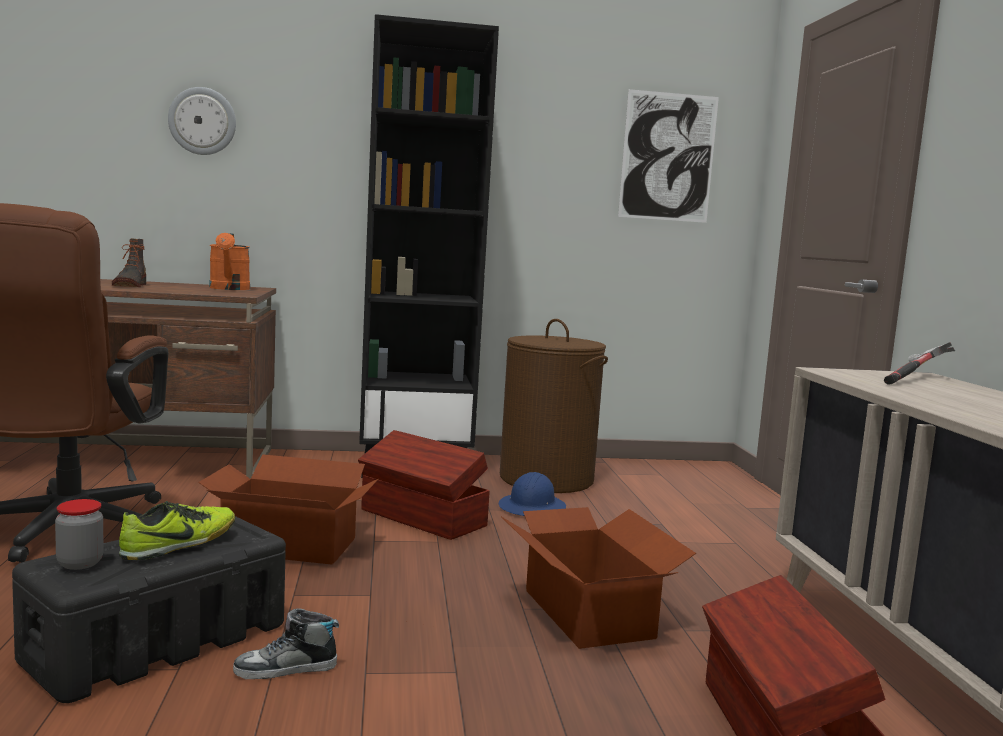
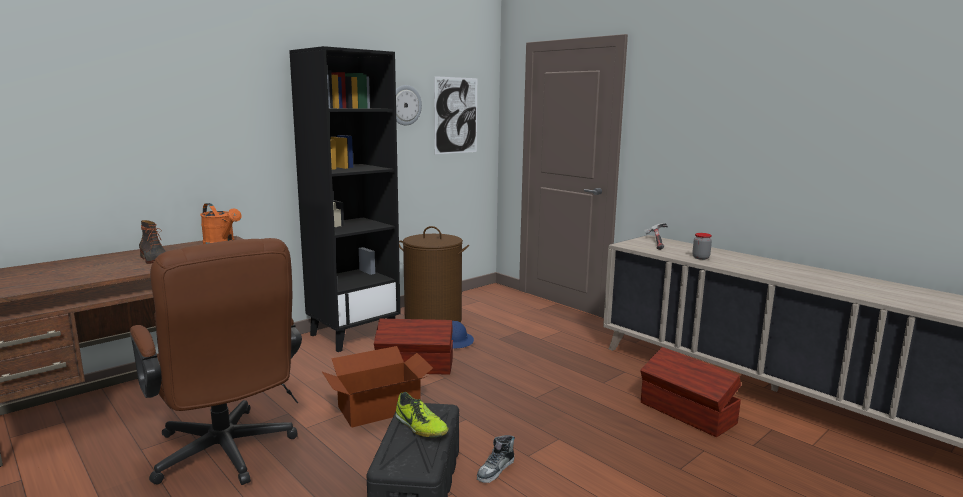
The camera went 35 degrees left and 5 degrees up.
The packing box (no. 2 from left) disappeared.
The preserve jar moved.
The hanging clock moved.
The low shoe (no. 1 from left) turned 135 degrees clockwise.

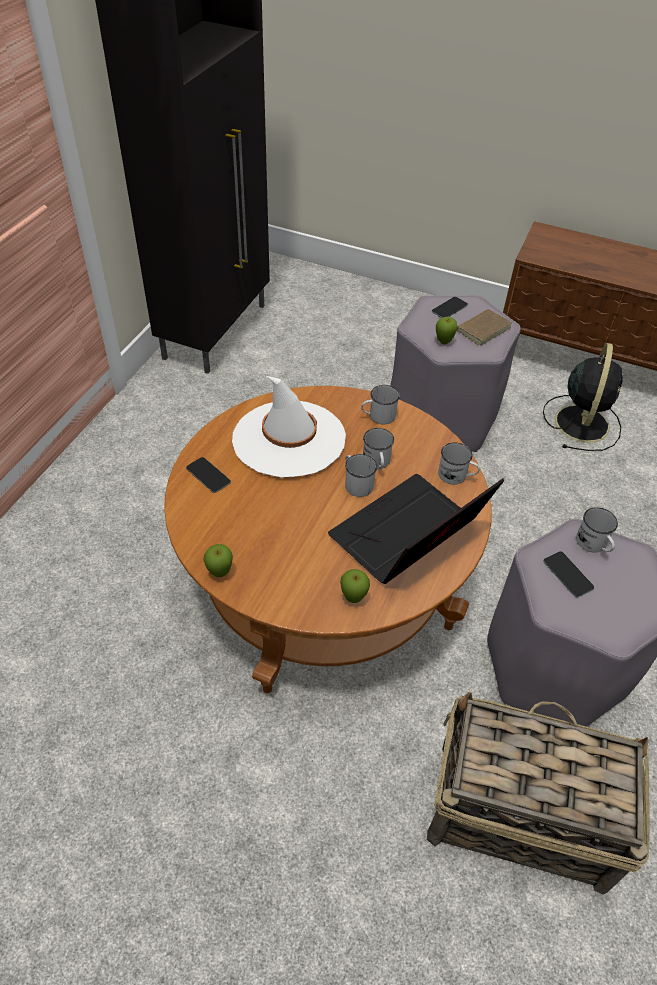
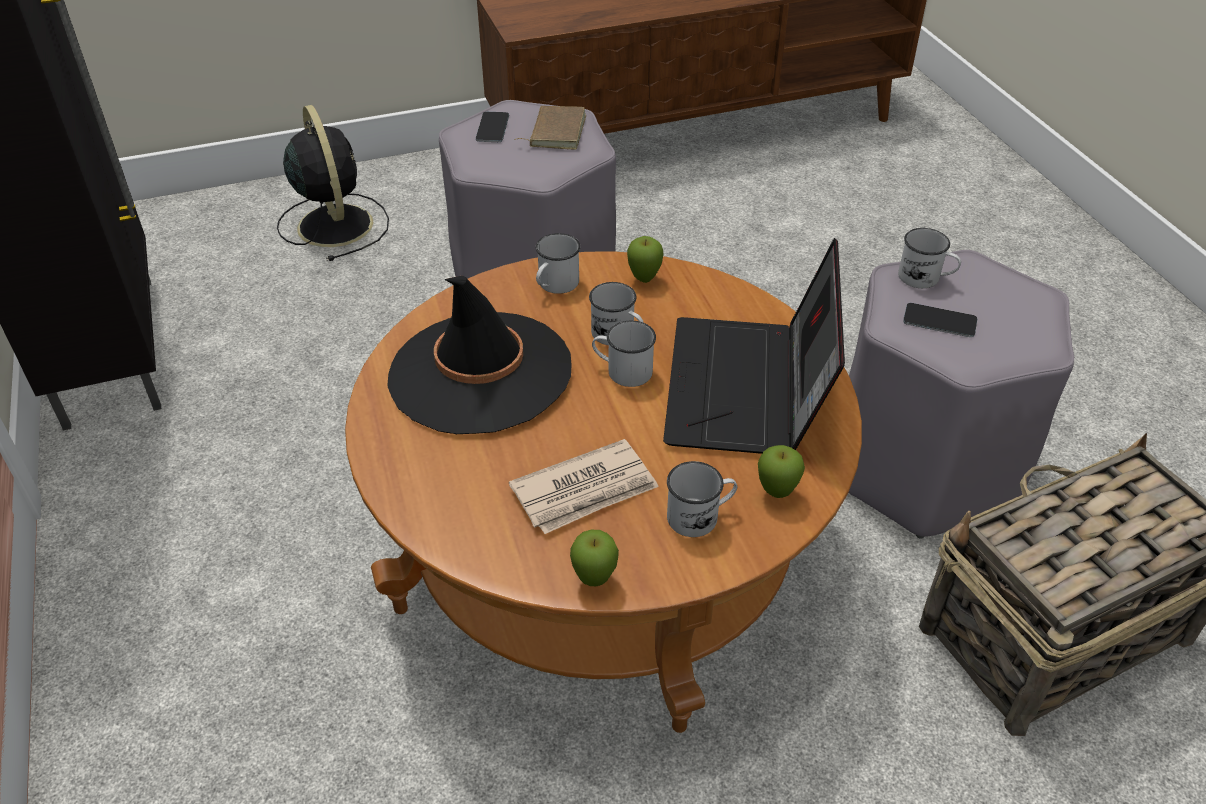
The camera went 40 degrees left and 5 degrees down.
The handset (no. 1 from left) disappeared.
The newspaper appeared.
The whole apple (no. 3 from left in the first image) moved.
The white-coloured coffee mug (no. 4 from left) moved.
The black cooling fan moved.
The white-coloured clothing hat became the black clothing hat.

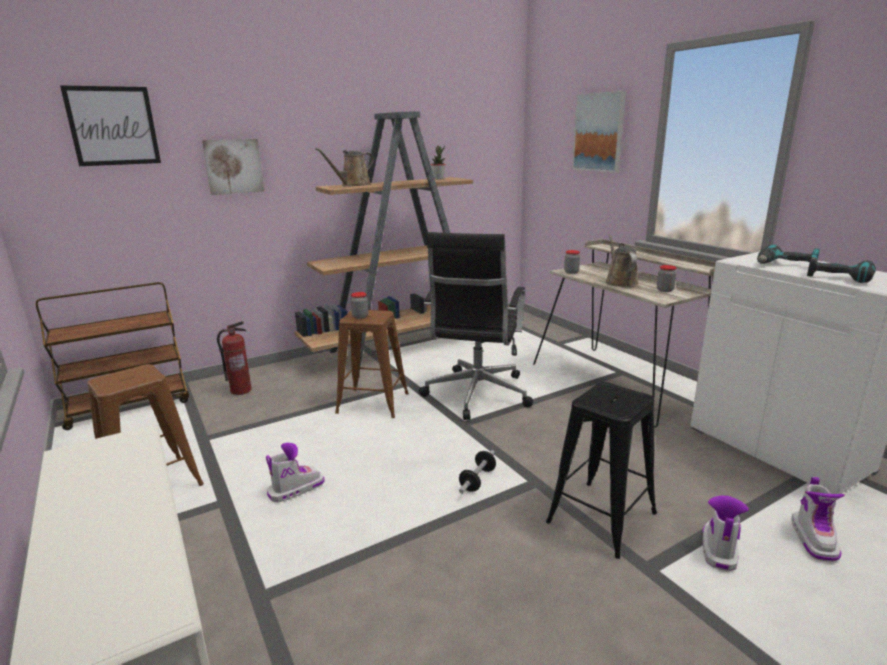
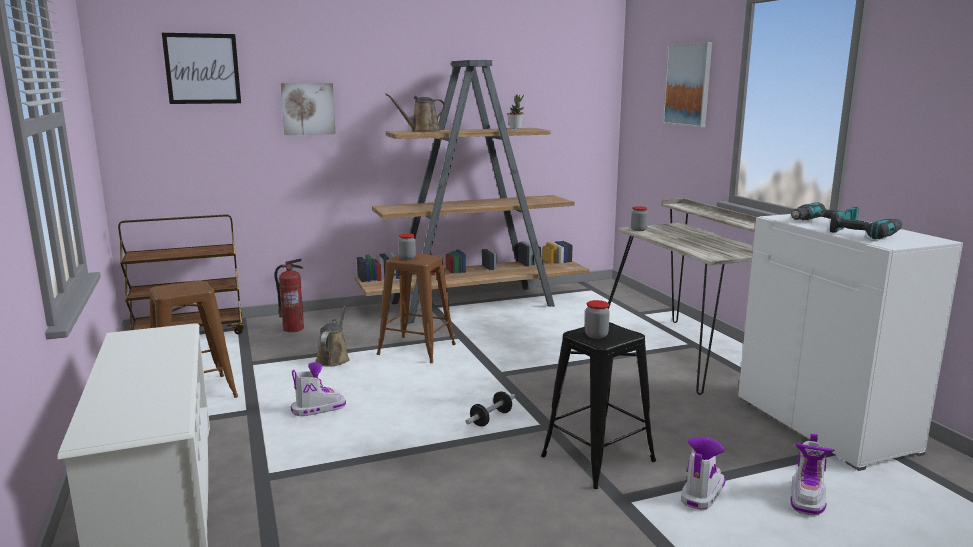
The camera went 10 degrees right and 5 degrees down.
The black computer chair disappeared.
The brown-coloured sprinkling can (no. 2 from left in the first image) moved.
The preserve jar (no. 3 from left in the first image) moved.

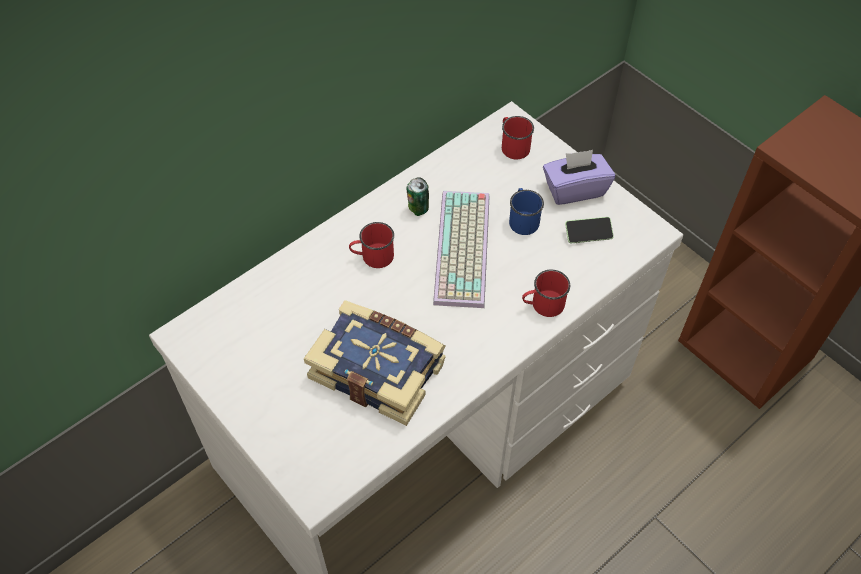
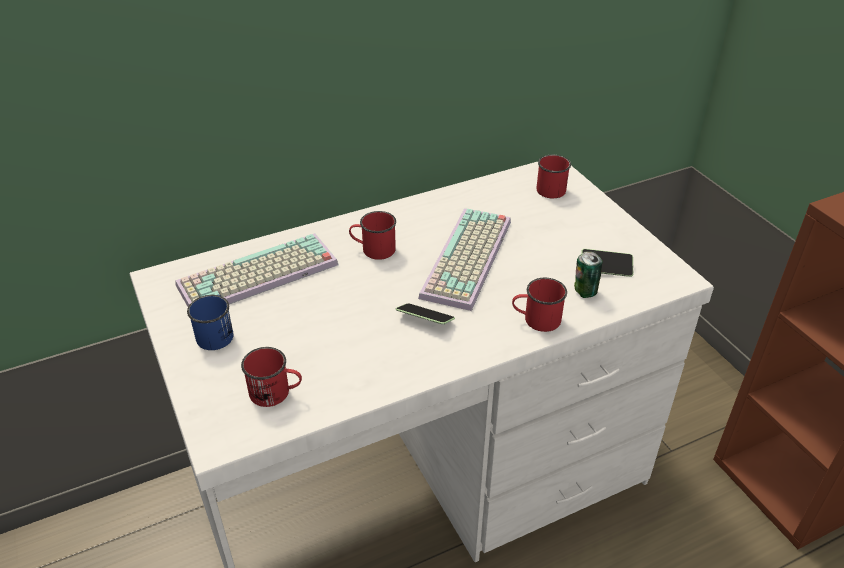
The camera went 15 degrees right and 15 degrees down.
The bound book disappeared.
The purple-coloured tissue holder disappeared.
The PC keyboard (no. 1 from left) appeared.
The red coffee mug (no. 1 from left) appeared.
The handset (no. 1 from left) appeared.
The metal can moved.
The blue coffee mug moved.

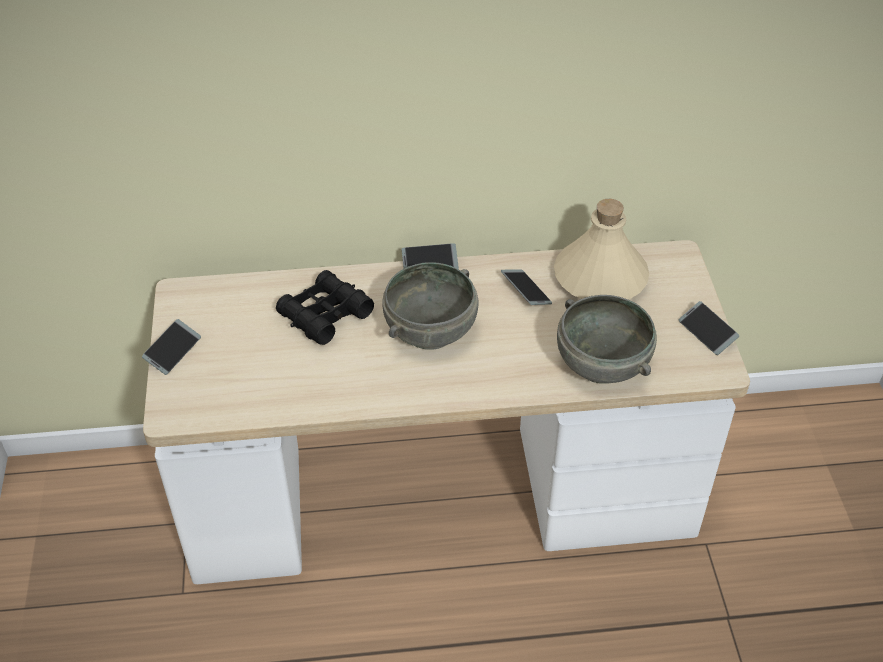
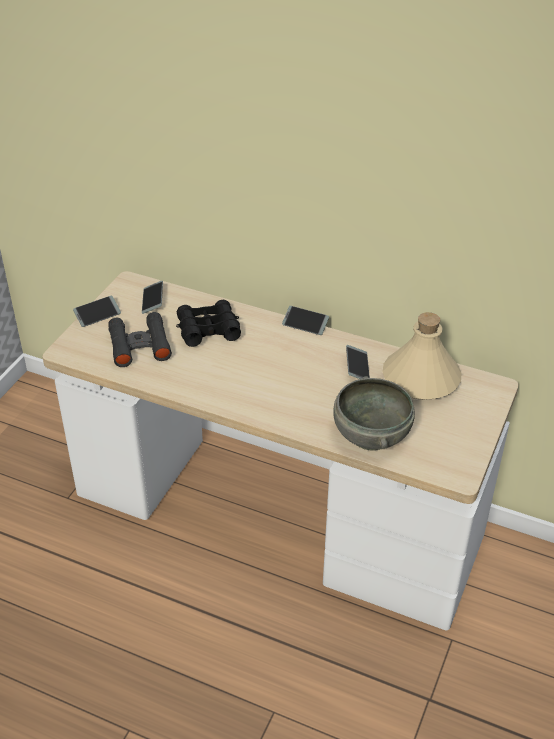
The camera went 30 degrees right and 5 degrees down.
The gray serving bowl (no. 1 from left) disappeared.
The black binoculars (no. 1 from left) appeared.
The handset (no. 4 from left in the first image) moved.

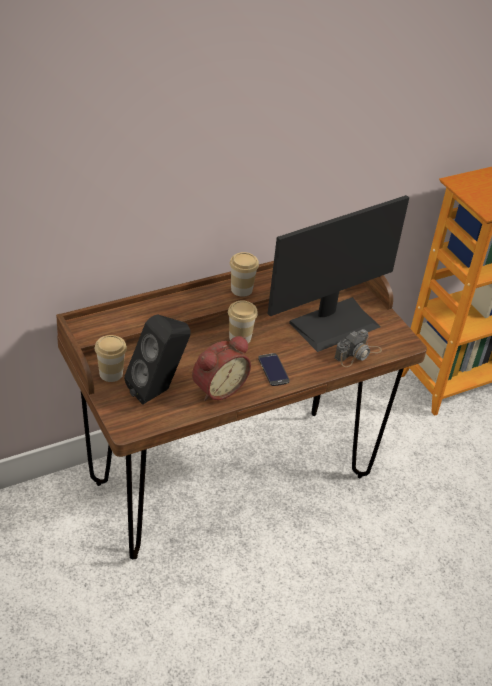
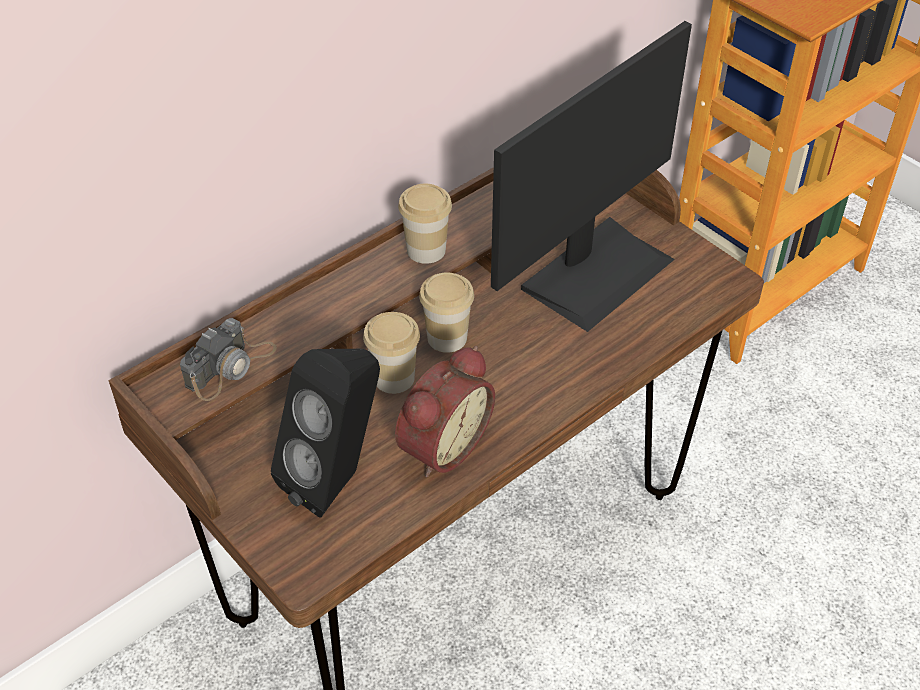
The camera went 10 degrees left and 5 degrees up.
The handset disappeared.
The cup (no. 1 from left) moved.
The photo camera moved.

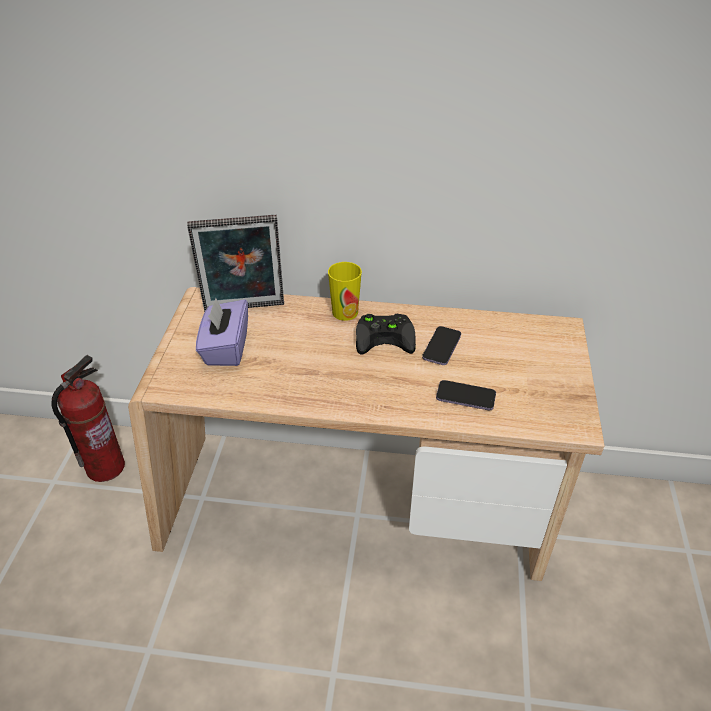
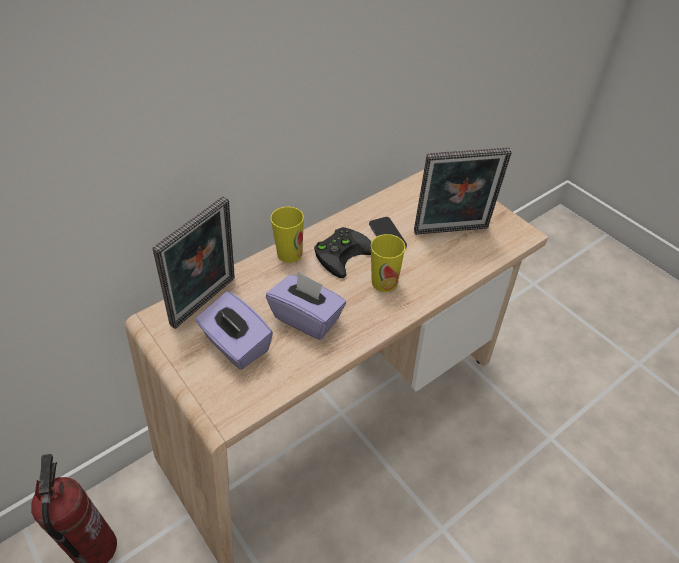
The camera went 45 degrees left and 5 degrees up.
The handset (no. 2 from left) disappeared.
The purple-coloured tissue holder (no. 2 from left) appeared.
The cup (no. 2 from left) appeared.
The photo frame (no. 2 from left) appeared.

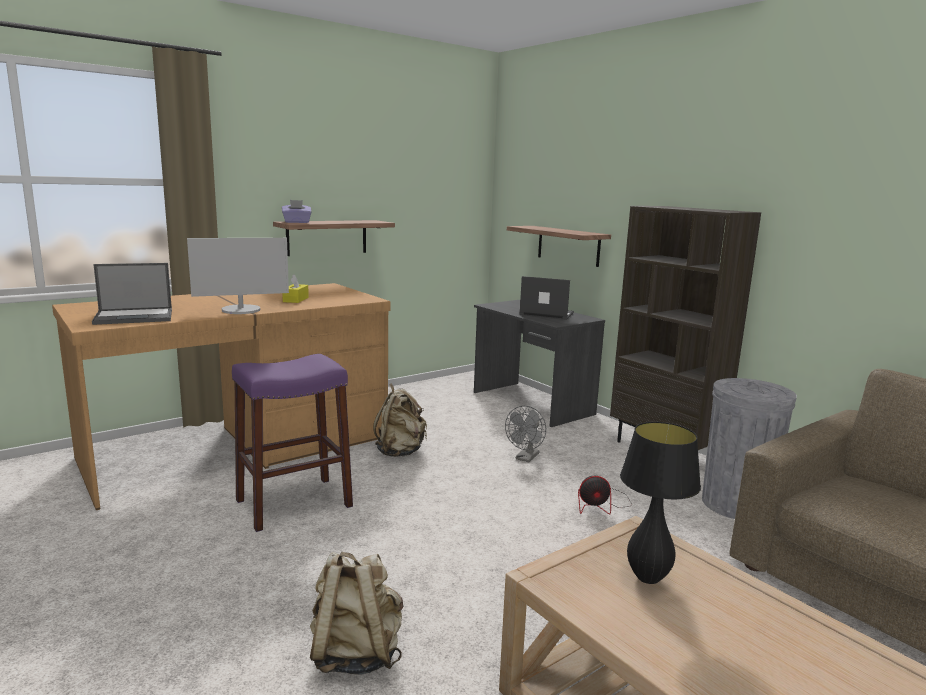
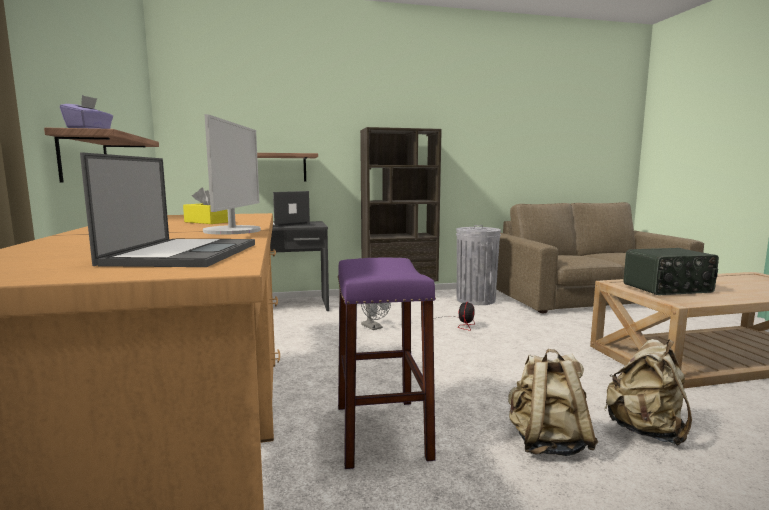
The camera went 65 degrees left and 5 degrees down.
The beige-coloured backpack (no. 2 from left in the first image) moved.
The black table lamp was replaced by the radio set.

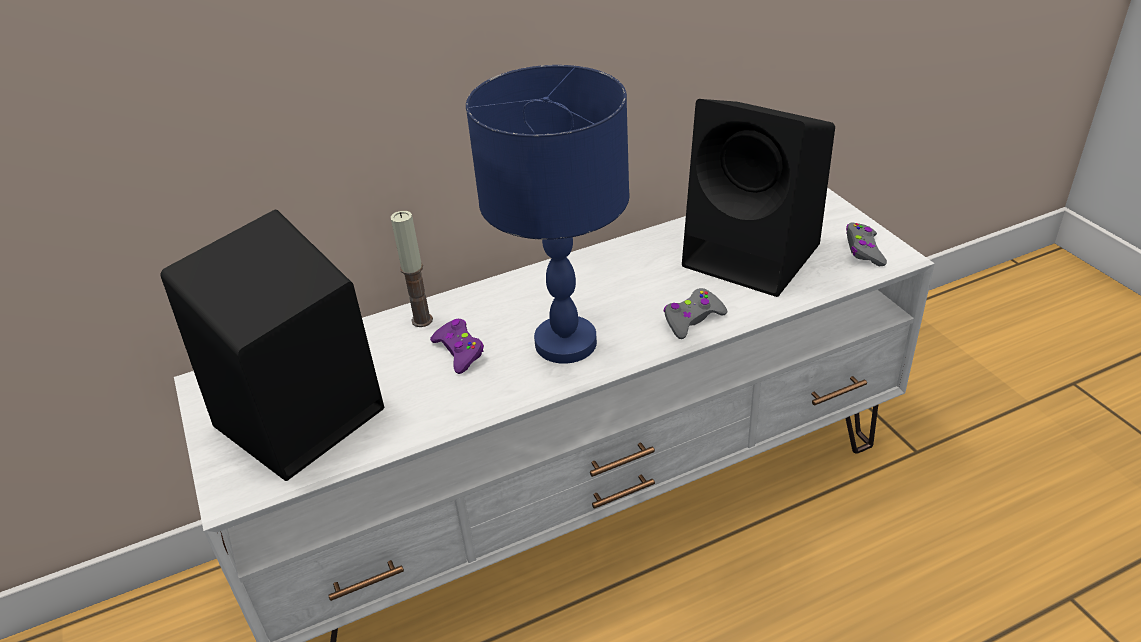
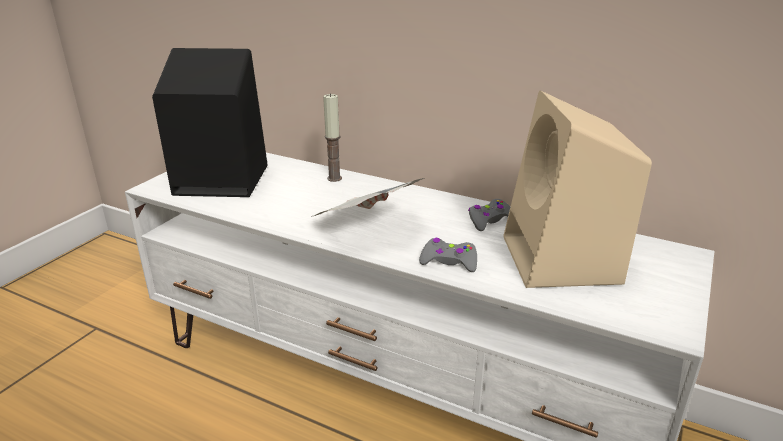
The camera went 50 degrees right and 10 degrees down.
The purple-coloured joypad disappeared.
The gray joypad (no. 2 from left) moved.
The blue table lamp was replaced by the newspaper.
The black speaker (no. 2 from left) became the beige-coloured speaker.

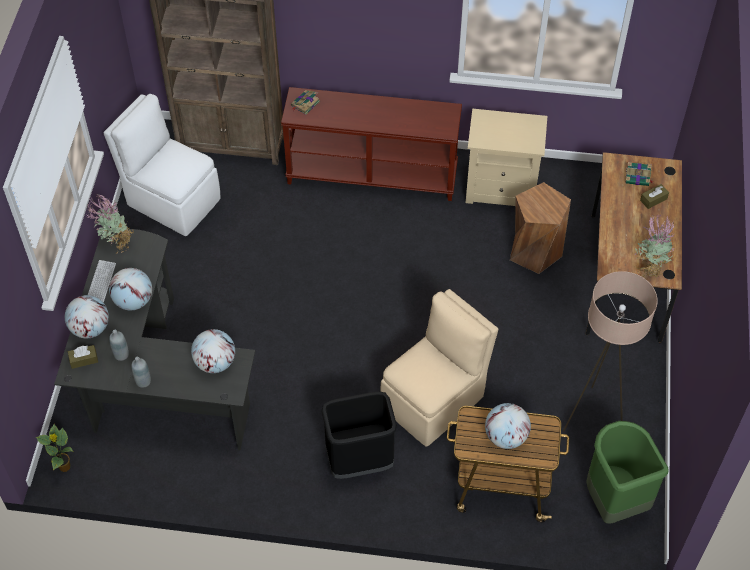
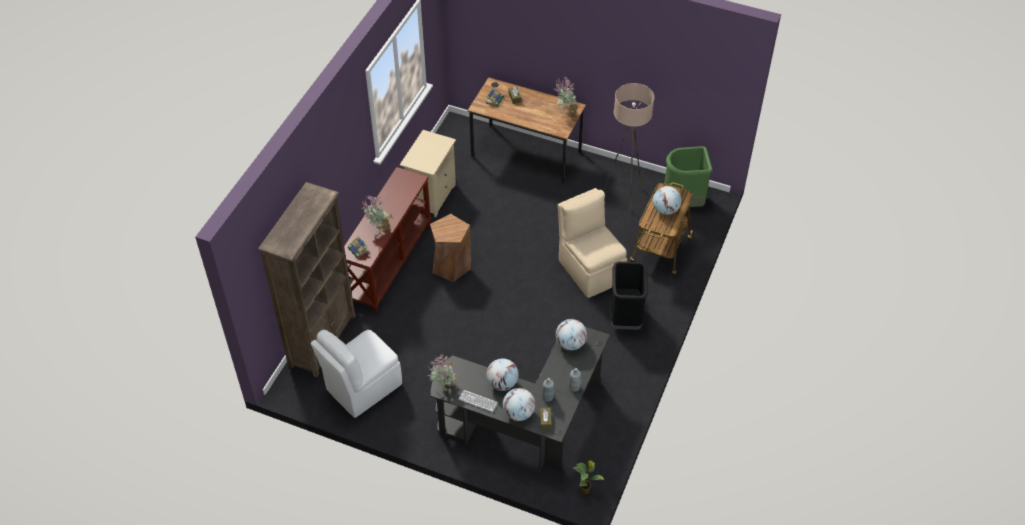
The camera went 75 degrees left and 5 degrees down.
The plant in a pot (no. 1 from left) appeared.
The brown-coloured stool moved.

